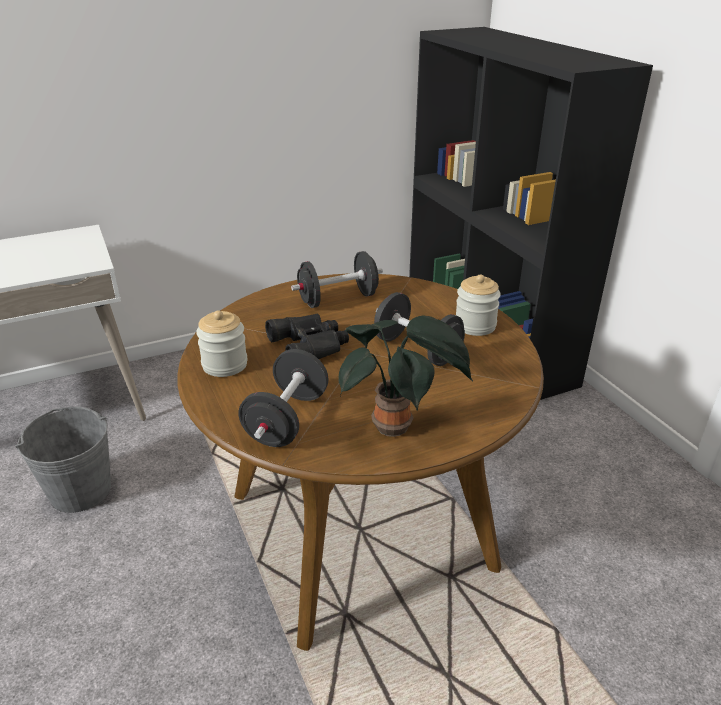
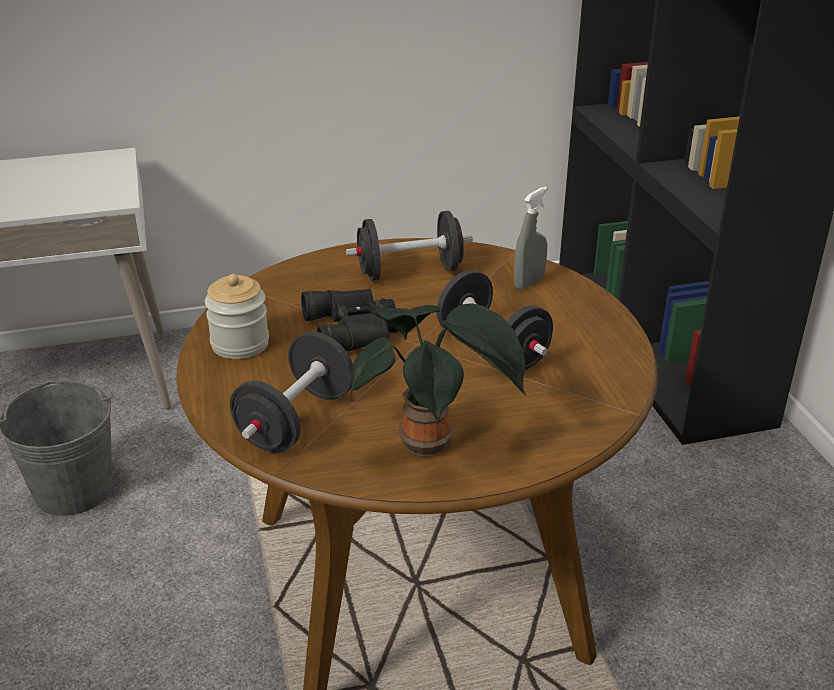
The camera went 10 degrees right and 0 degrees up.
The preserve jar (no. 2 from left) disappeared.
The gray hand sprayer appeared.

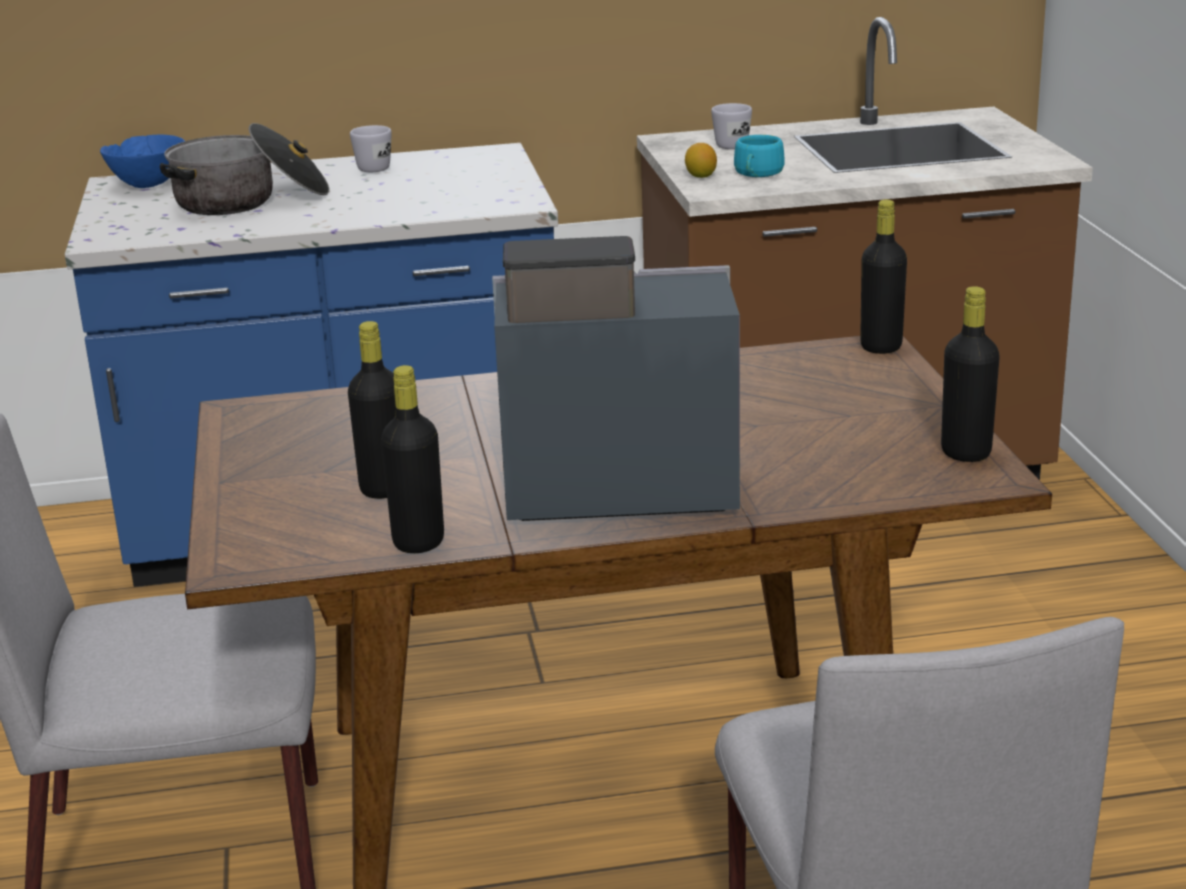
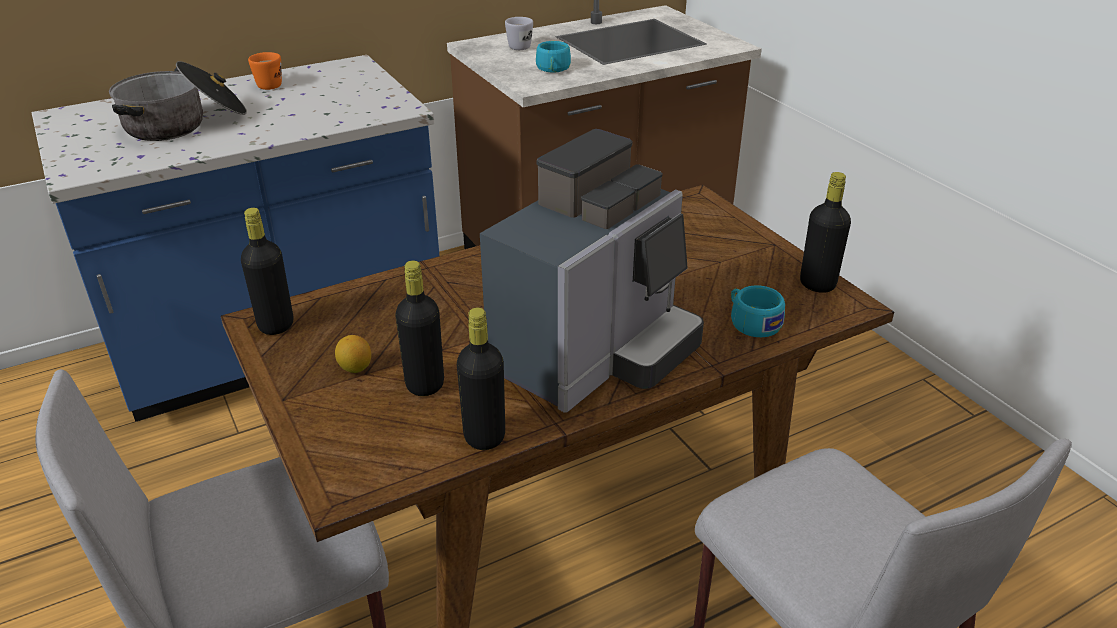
The camera went 20 degrees left and 10 degrees up.
The blue serving bowl disappeared.
The turquoise-coloured cup (no. 2 from left) appeared.
The citrus fruit moved.
The black beverage bottle (no. 3 from left in the first image) moved.
The white-coloured coffee mug (no. 1 from left) became the orange coffee mug.
The coffee machine turned 150 degrees clockwise.

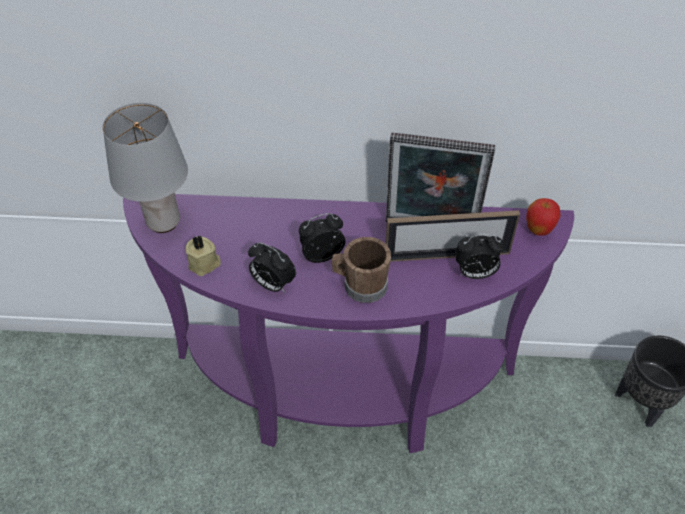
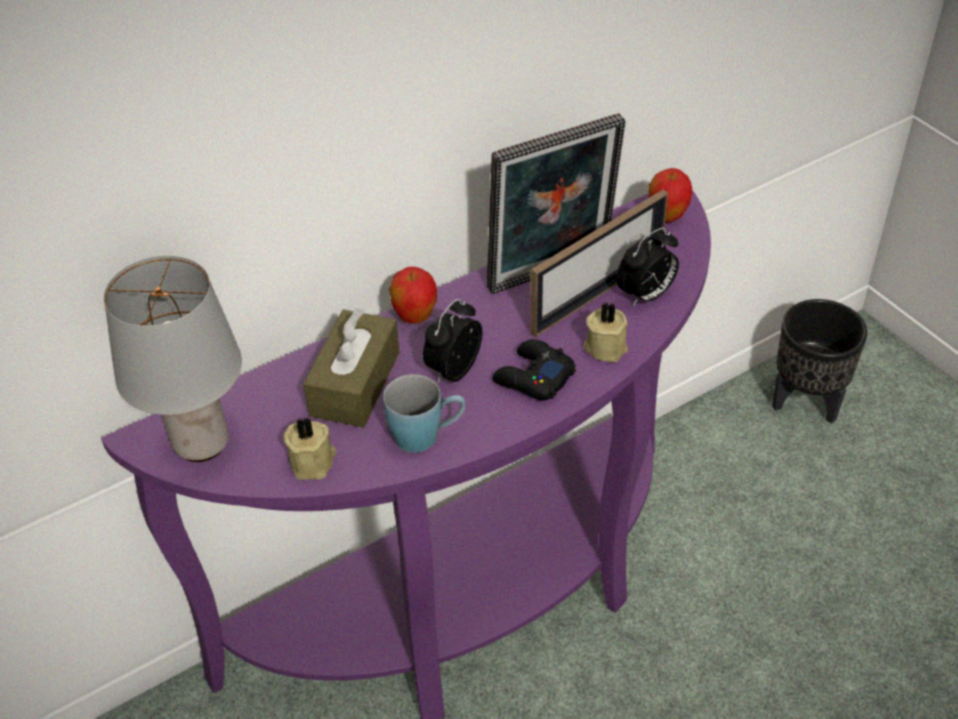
The camera went 35 degrees left and 5 degrees down.
The brown-coloured tissue holder appeared.
The whole apple (no. 1 from left) appeared.
The beige-coloured wax light (no. 2 from left) appeared.
The alarm clock (no. 1 from left) was replaced by the blue coffee mug.
The brown-coloured coffee mug was replaced by the black joypad.

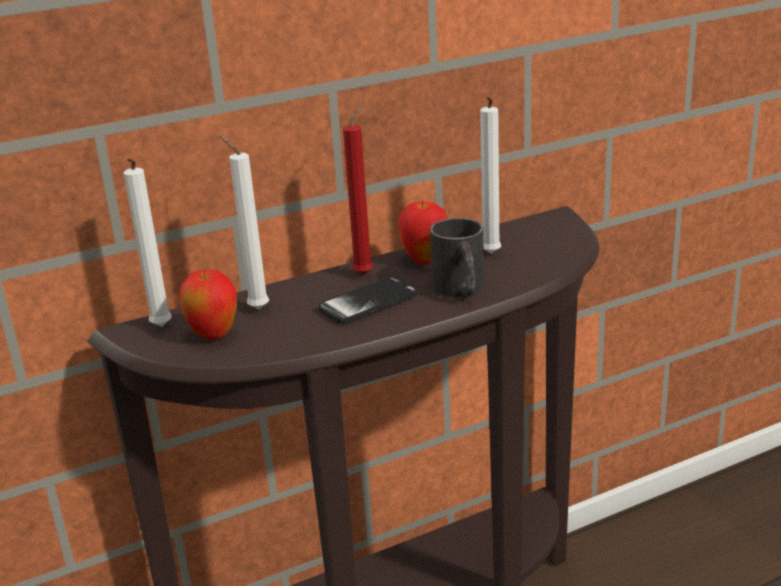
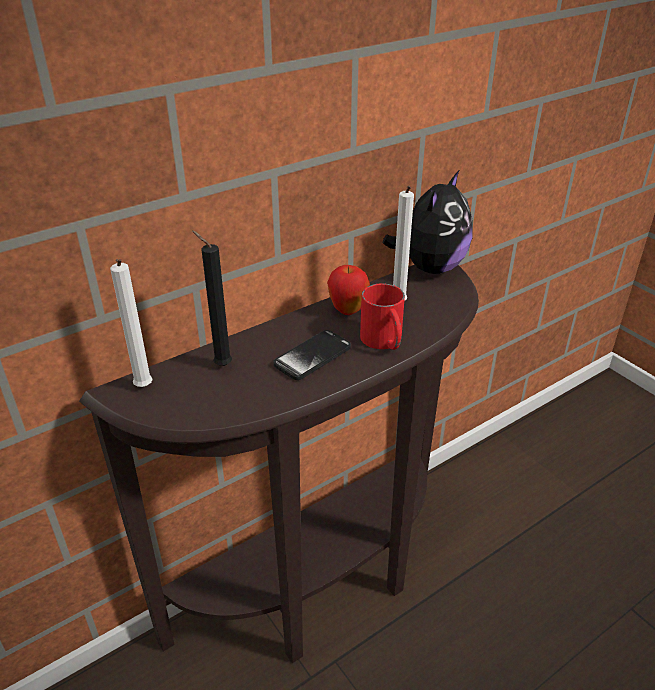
The camera went 10 degrees left and 10 degrees up.
The whole apple (no. 1 from left) disappeared.
The red wax light disappeared.
The cuddly toy appeared.
The white-coloured wax light (no. 2 from left) became the black wax light.
The black coffee mug became the red coffee mug.

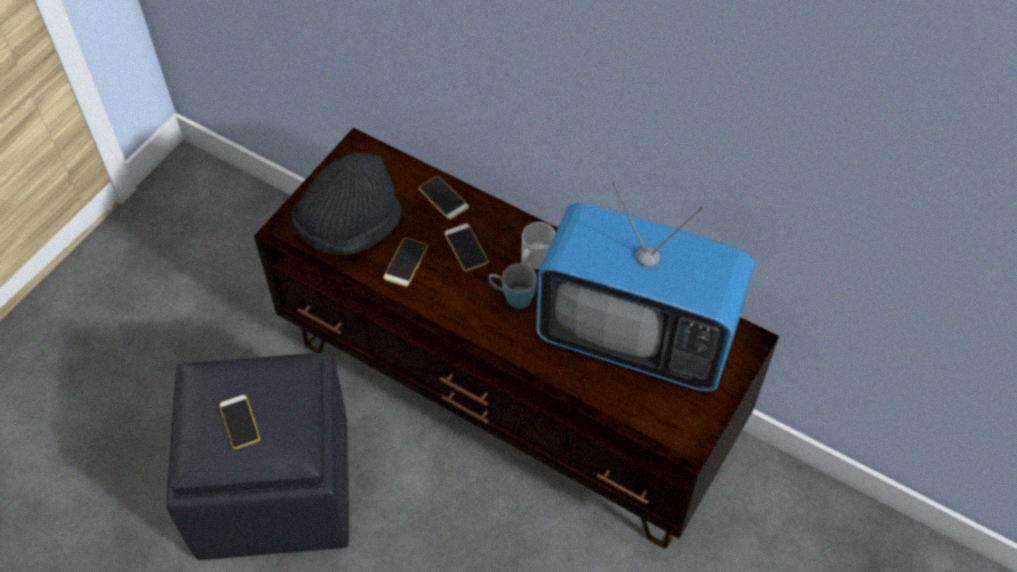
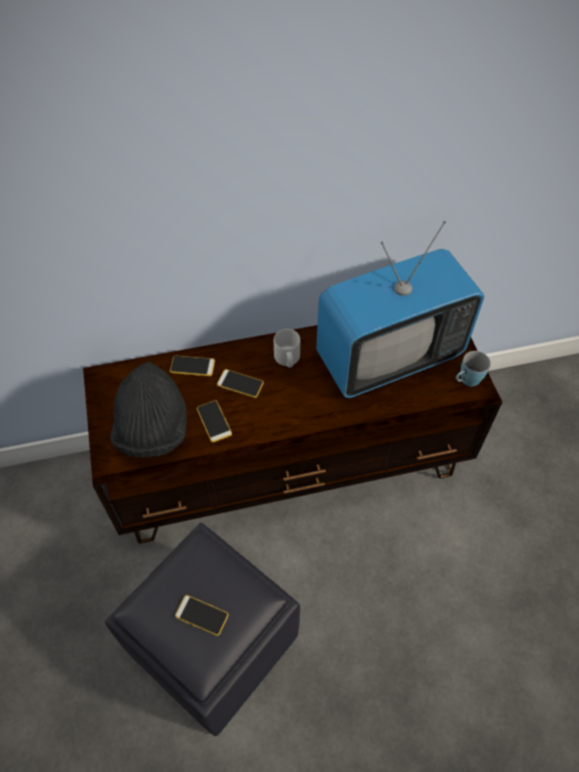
The camera went 45 degrees left and 0 degrees up.
The blue coffee mug moved.

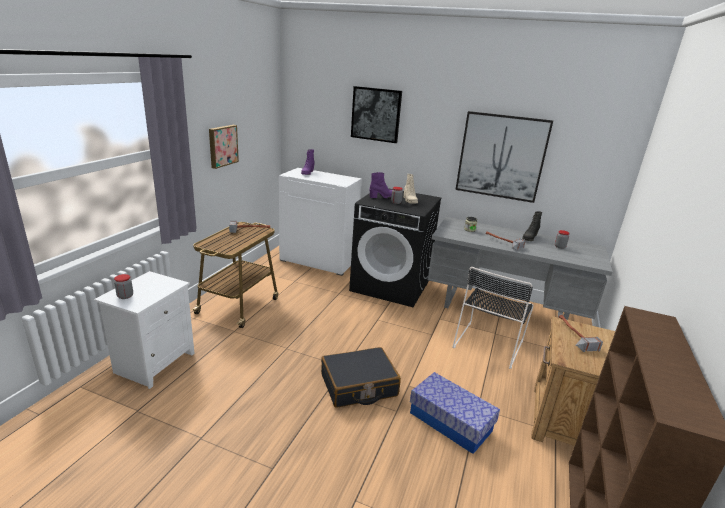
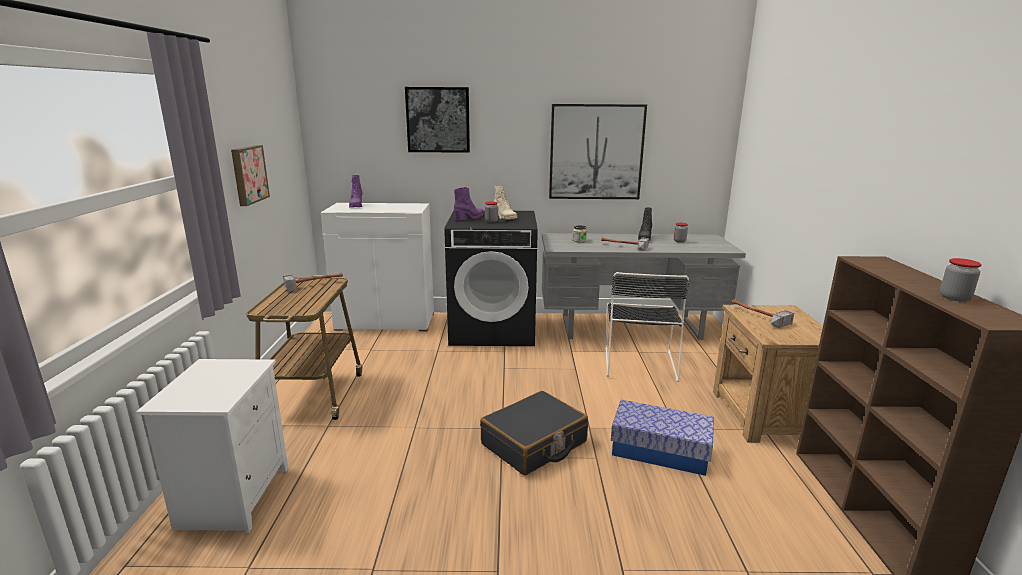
The camera went 20 degrees left and 5 degrees down.
The preserve jar (no. 1 from left in the first image) moved.

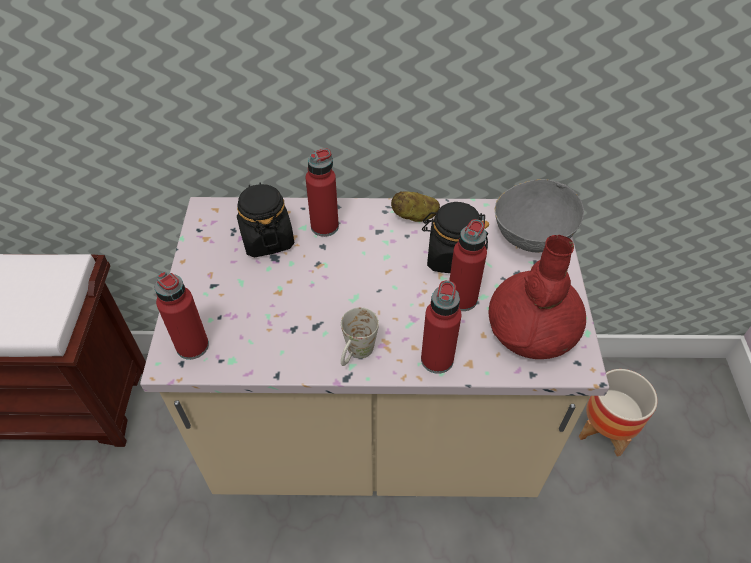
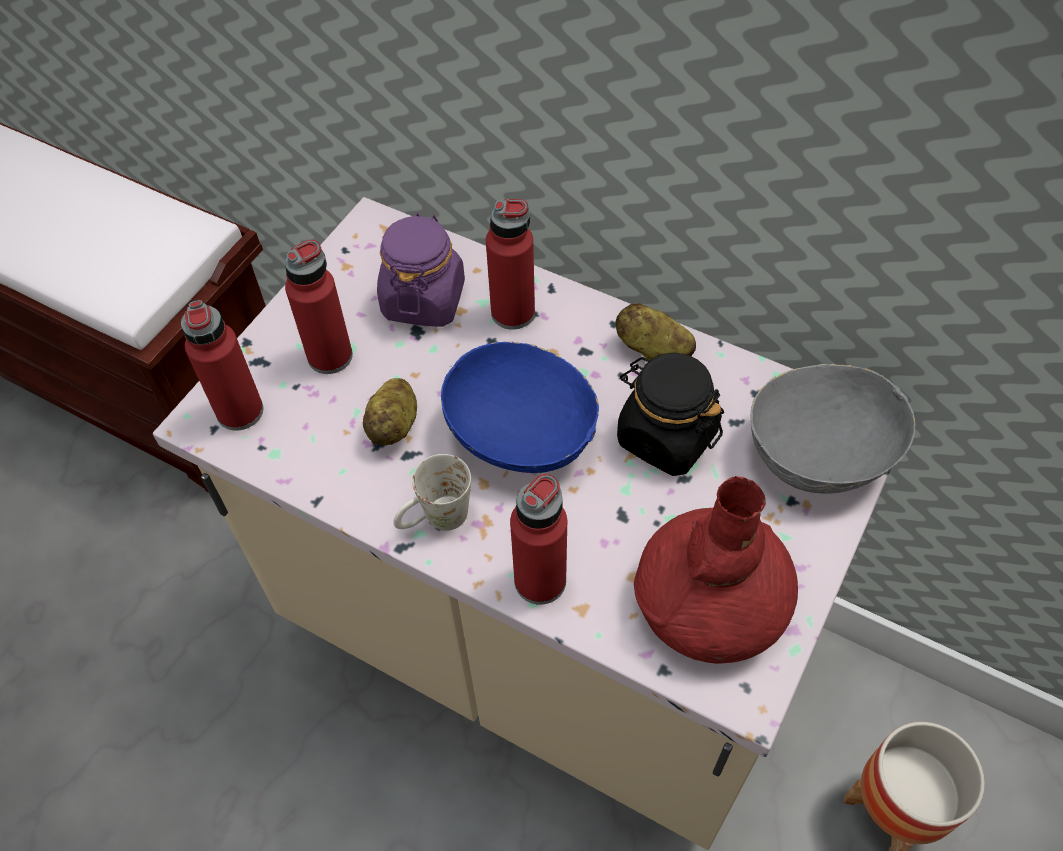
The camera went 30 degrees right and 5 degrees up.
The potato (no. 1 from left) appeared.
The blue serving bowl appeared.
The red beverage bottle (no. 4 from left in the first image) moved.
The black preserve jar (no. 1 from left) became the purple-coloured preserve jar.

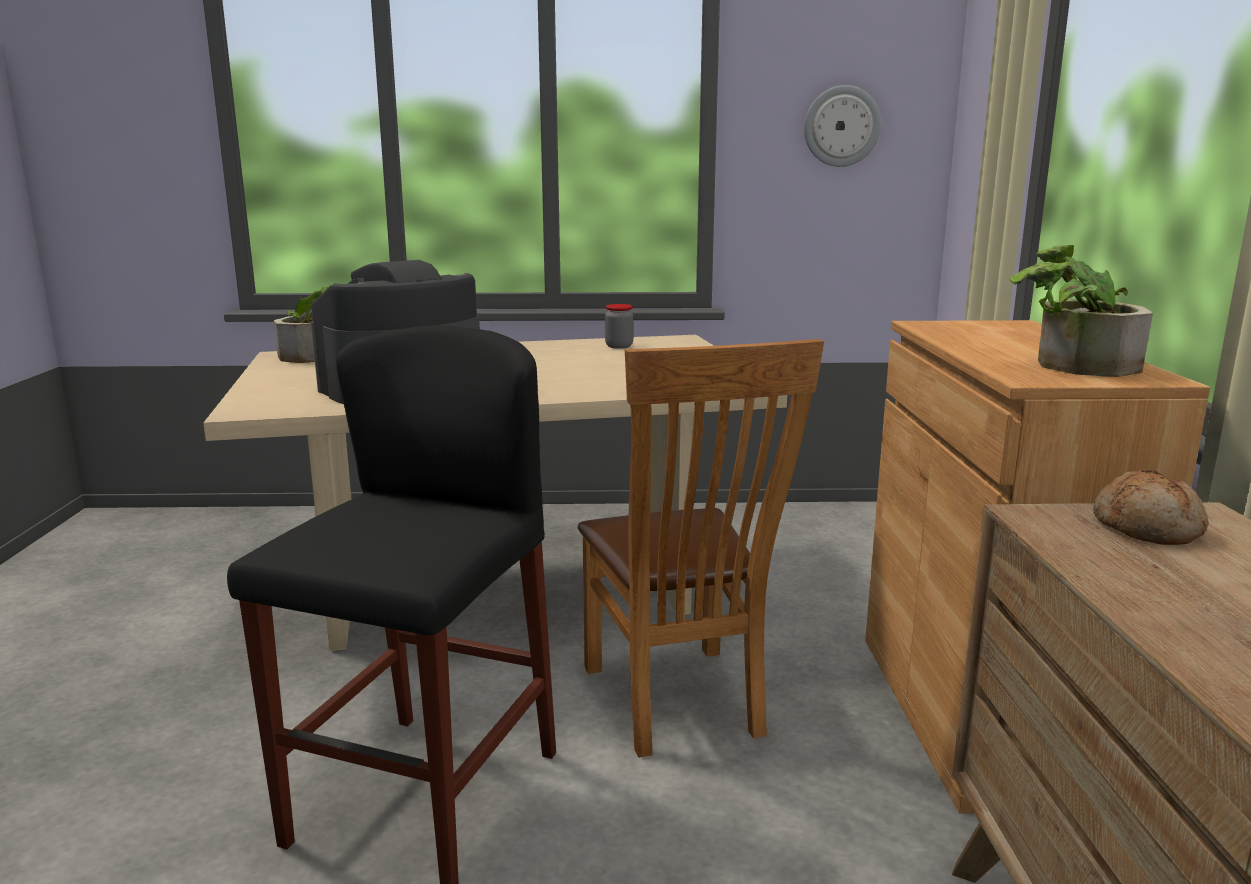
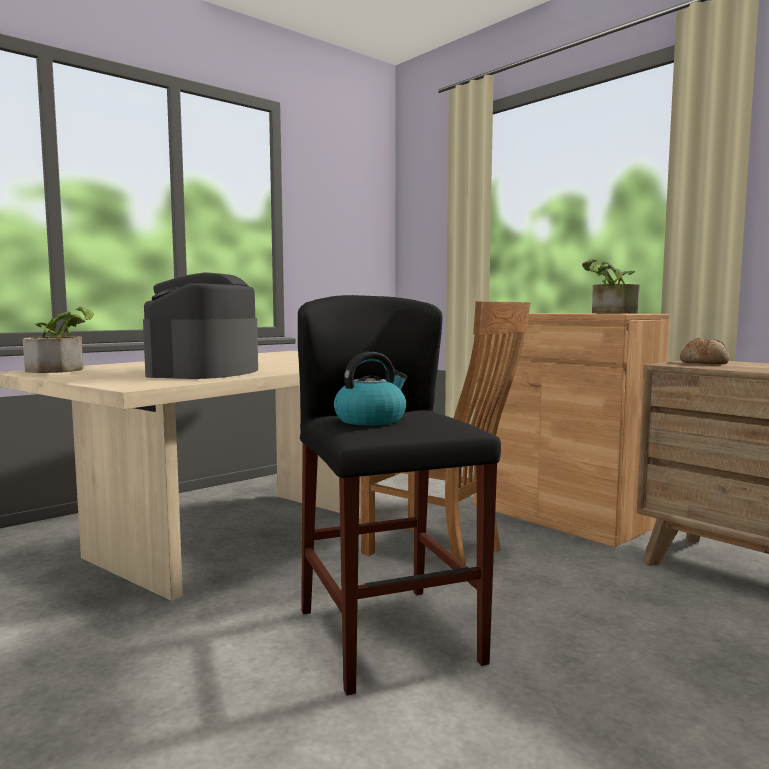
The camera went 40 degrees left and 10 degrees down.
The preserve jar disappeared.
The hanging clock disappeared.
The water kettle appeared.

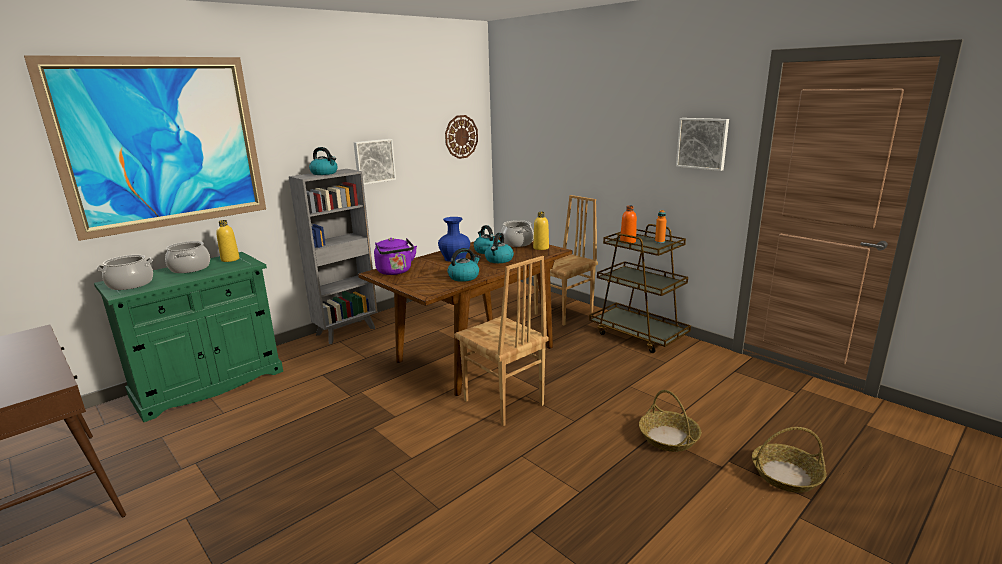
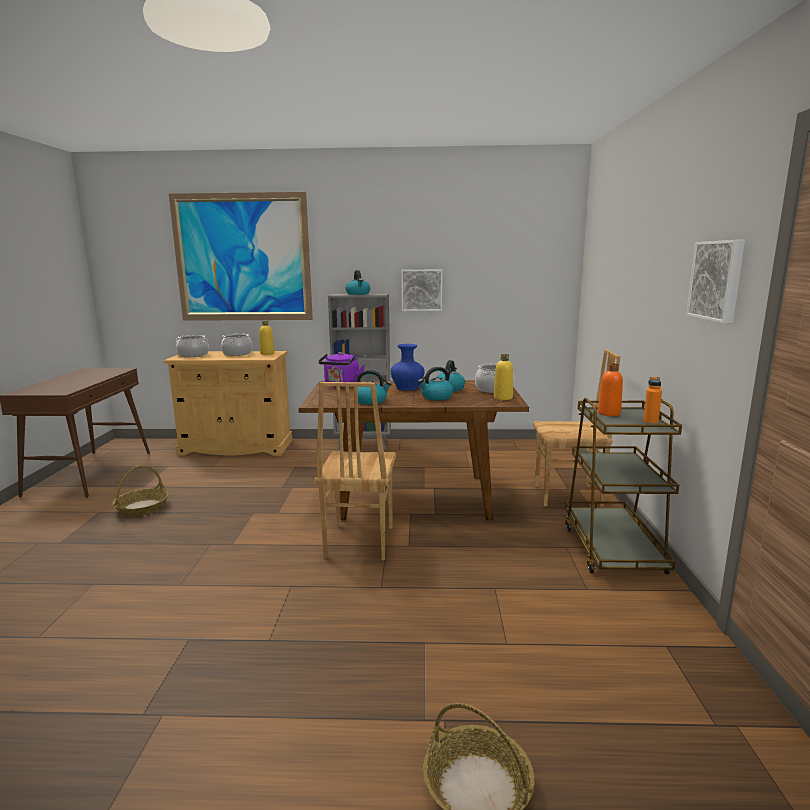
The camera went 45 degrees right and 5 degrees down.
The hanging clock disappeared.
The basket (no. 1 from left) moved.
The greenish cupboard became the beige-coloured cupboard.

